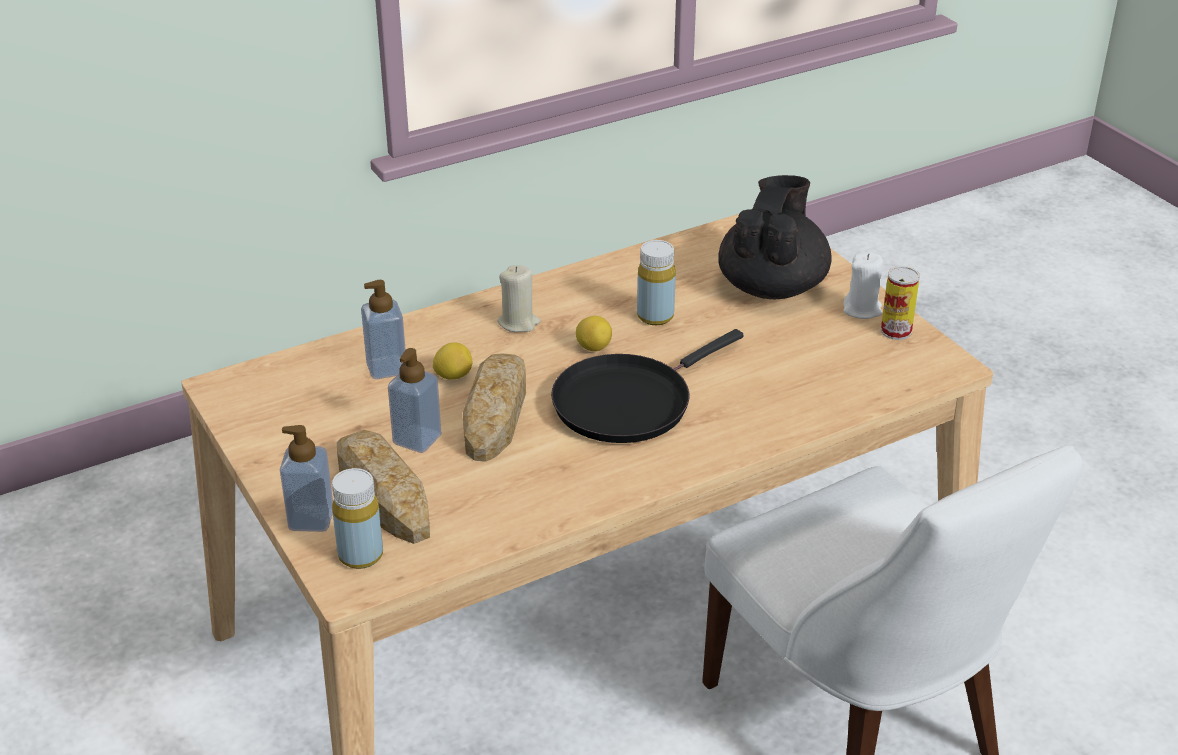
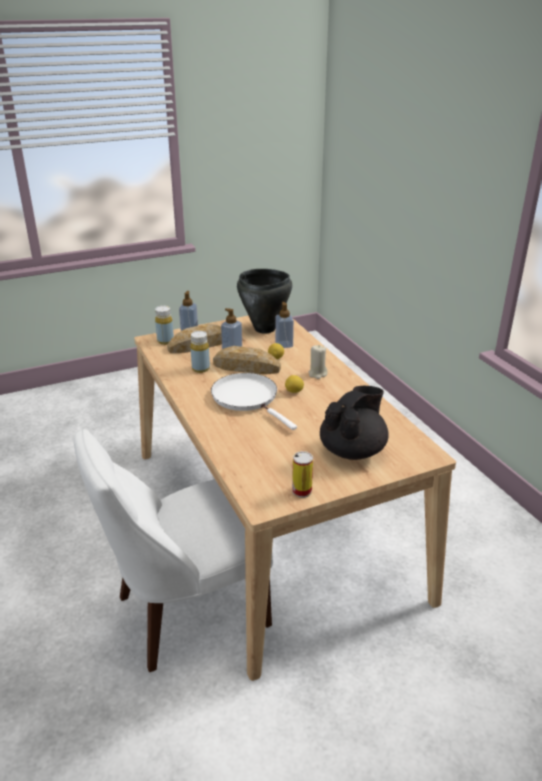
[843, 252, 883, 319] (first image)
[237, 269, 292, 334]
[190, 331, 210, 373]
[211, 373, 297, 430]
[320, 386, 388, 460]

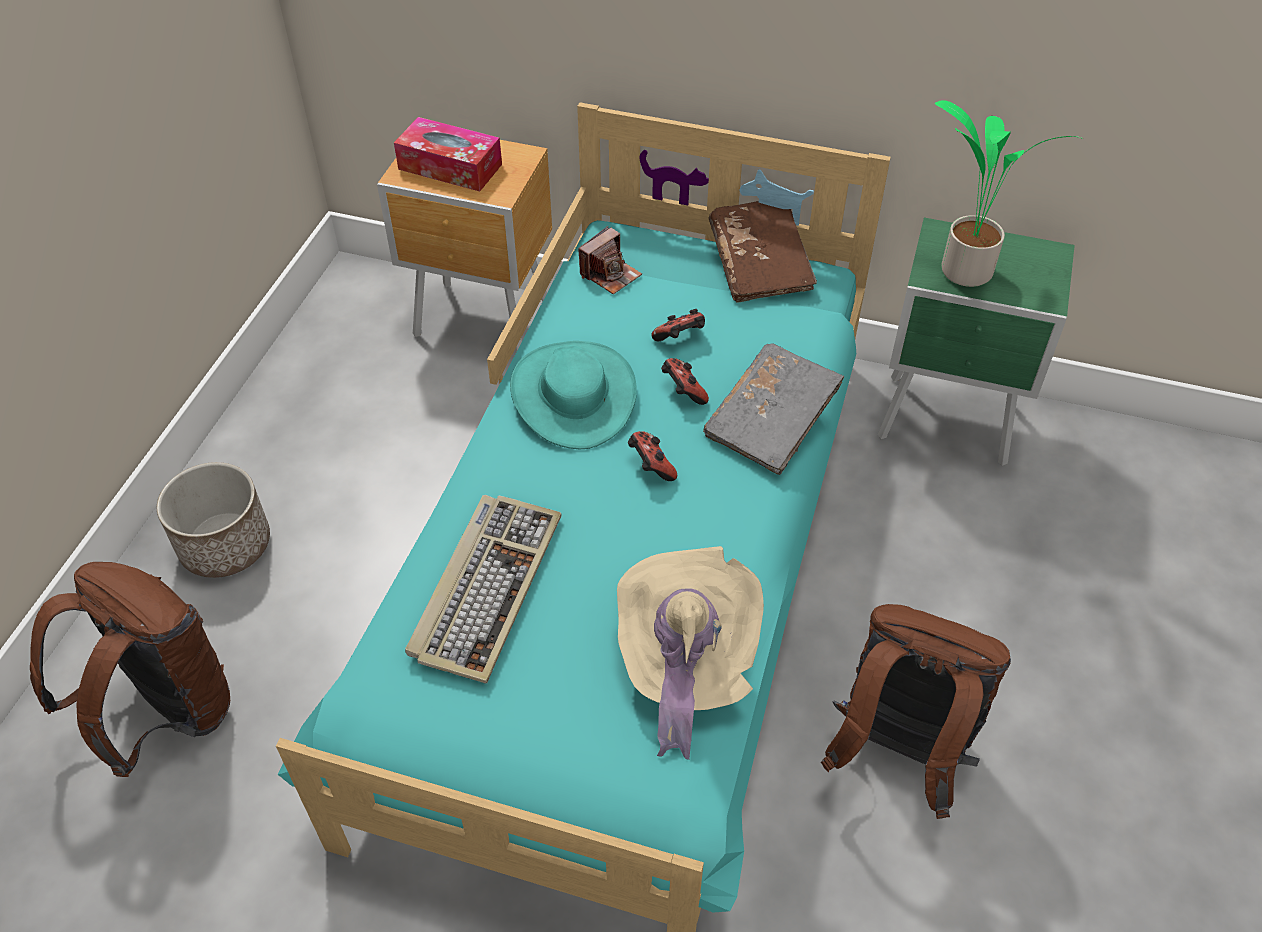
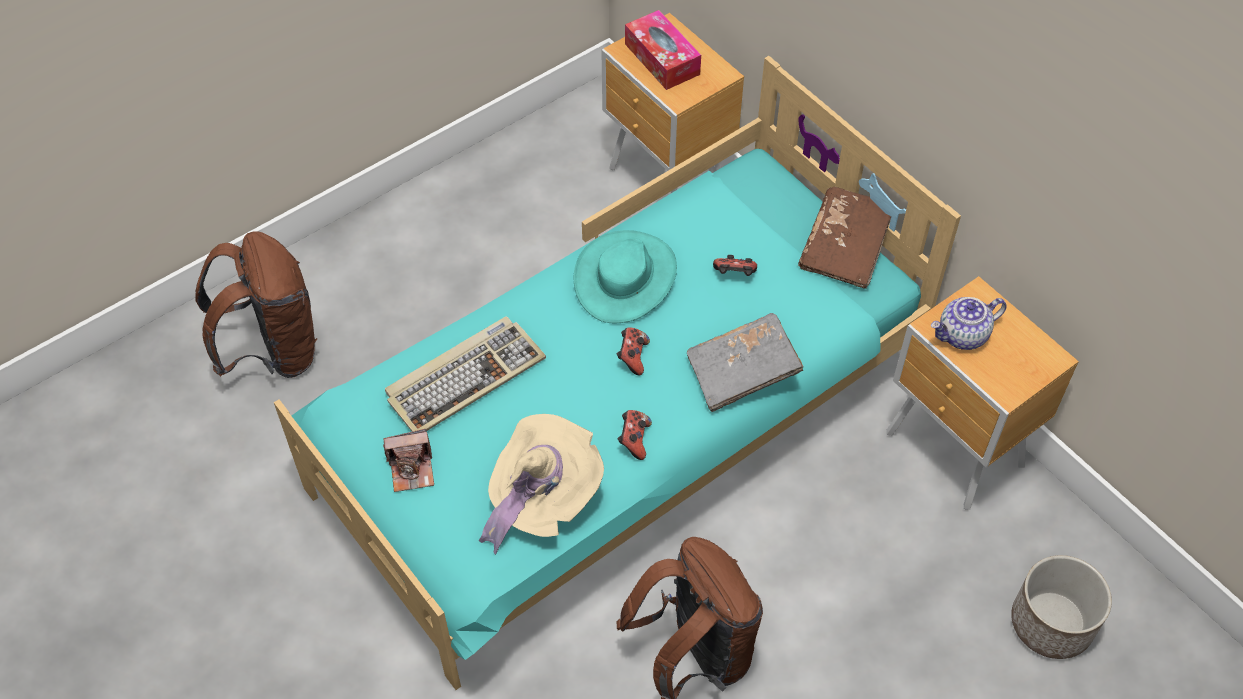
[1011, 555, 1112, 659]
[383, 429, 434, 492]
[618, 410, 652, 460]
[931, 297, 1007, 350]
[887, 276, 1079, 510]

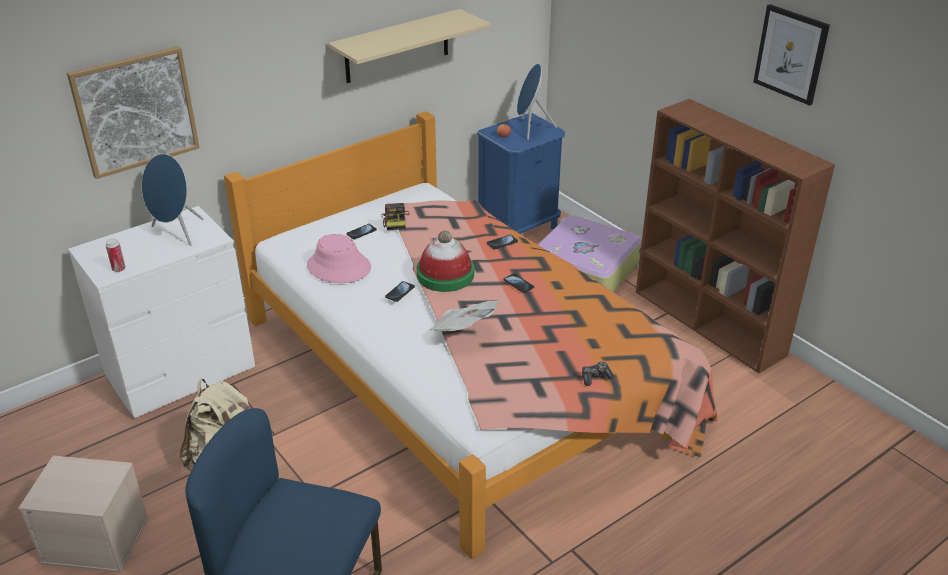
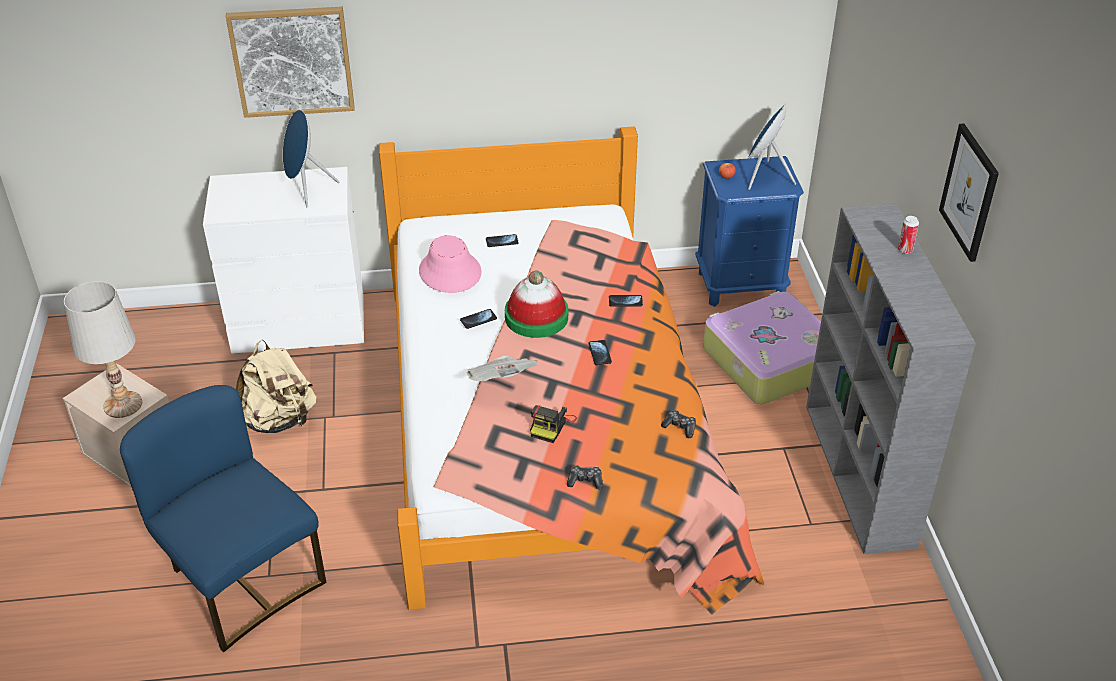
[328, 9, 491, 83] (first image)
[64, 281, 142, 418]
[661, 410, 696, 438]
[898, 216, 919, 254]
[530, 405, 577, 443]
[806, 203, 976, 554]

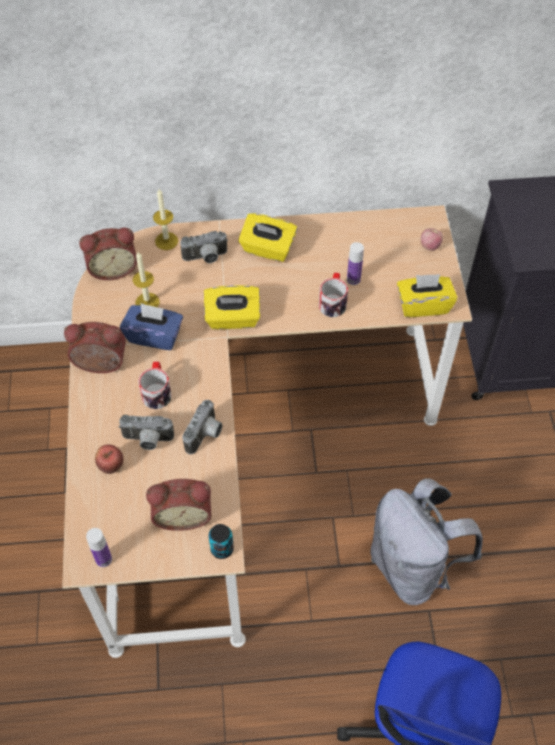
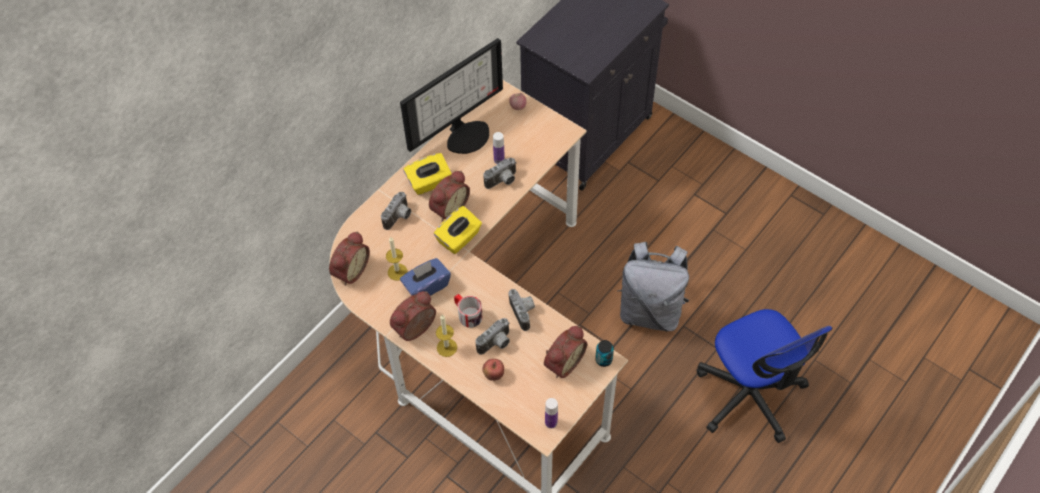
[397, 274, 457, 317] (first image)
[400, 38, 503, 154]
[429, 171, 470, 221]
[436, 315, 457, 357]
[483, 158, 517, 189]

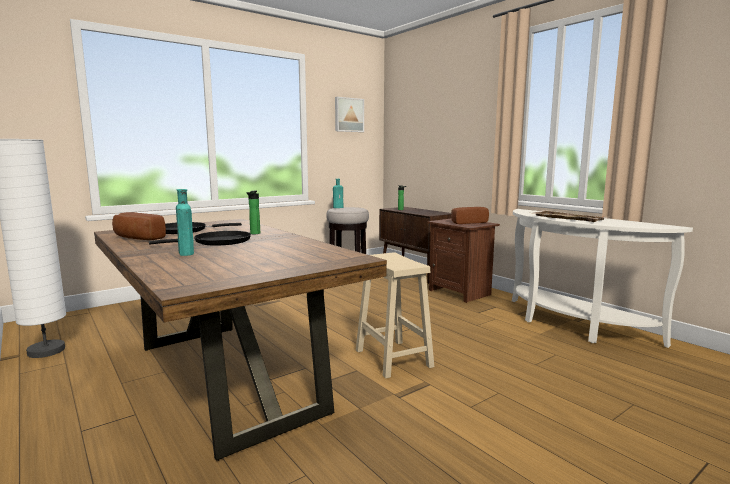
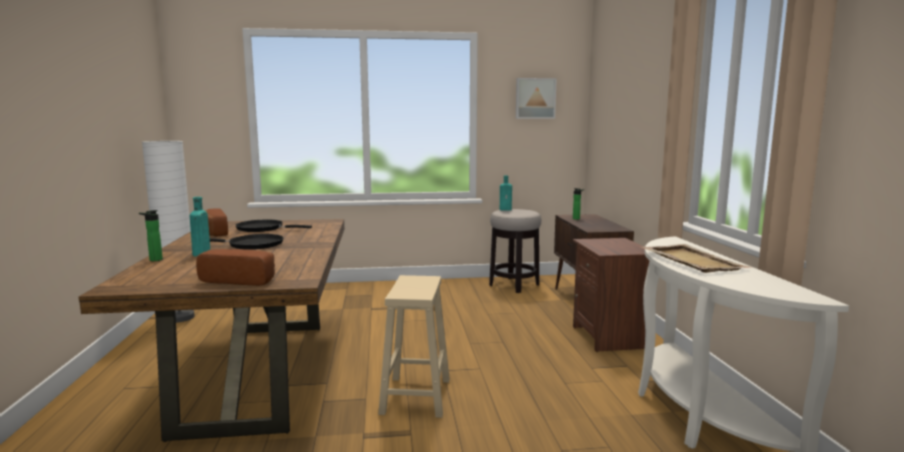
[139, 210, 163, 261]
[196, 249, 275, 286]

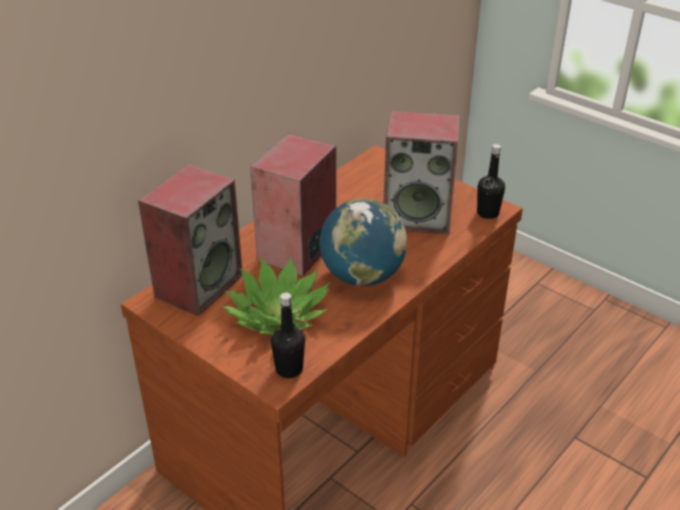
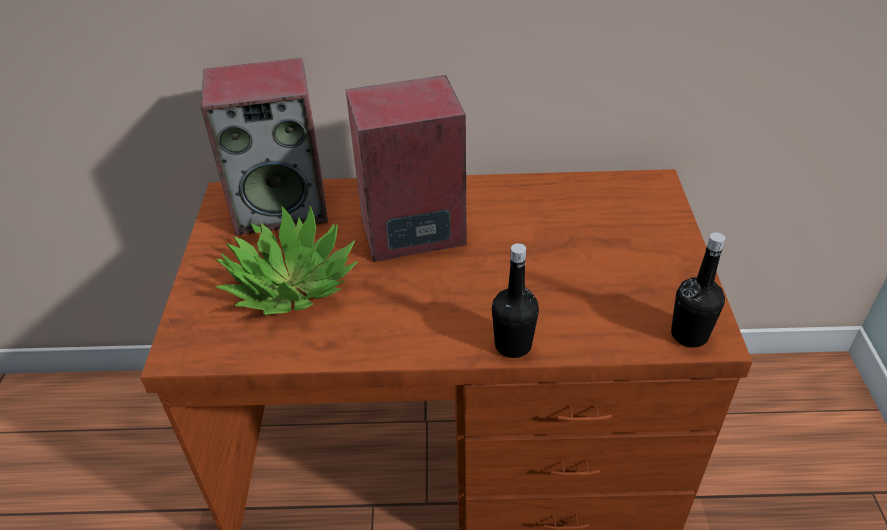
[319, 199, 407, 286] (first image)
[384, 111, 460, 234] (first image)
[492, 243, 539, 358]

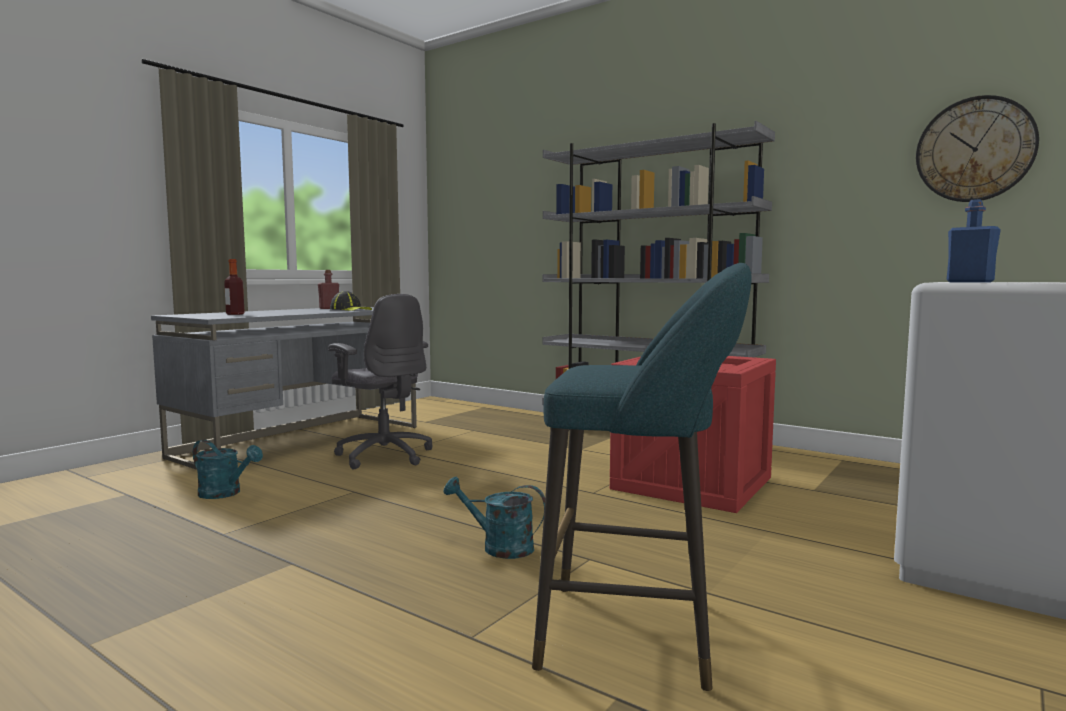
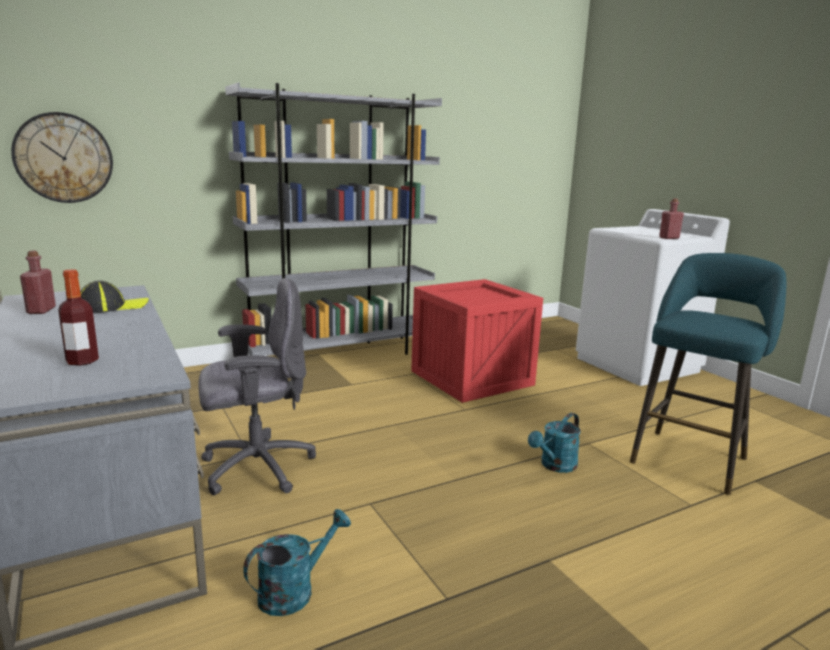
[11, 112, 113, 203]
[659, 198, 684, 239]

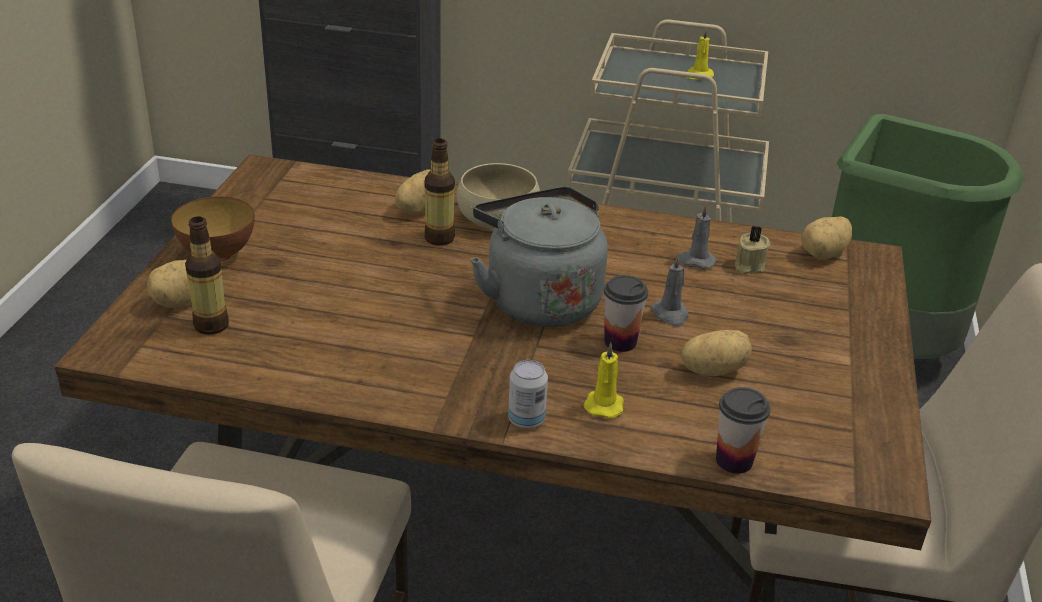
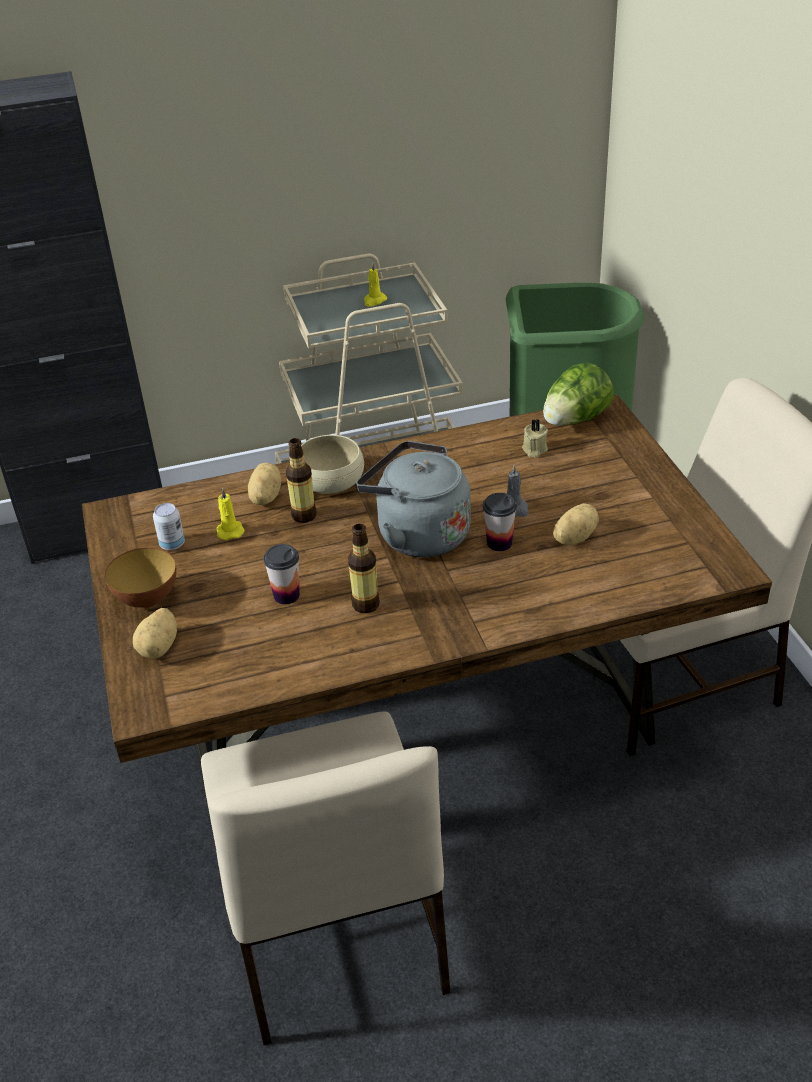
[675, 204, 716, 269] (first image)
[348, 524, 380, 613]
[153, 503, 185, 550]
[216, 487, 245, 540]
[263, 544, 300, 605]
[543, 362, 614, 426]

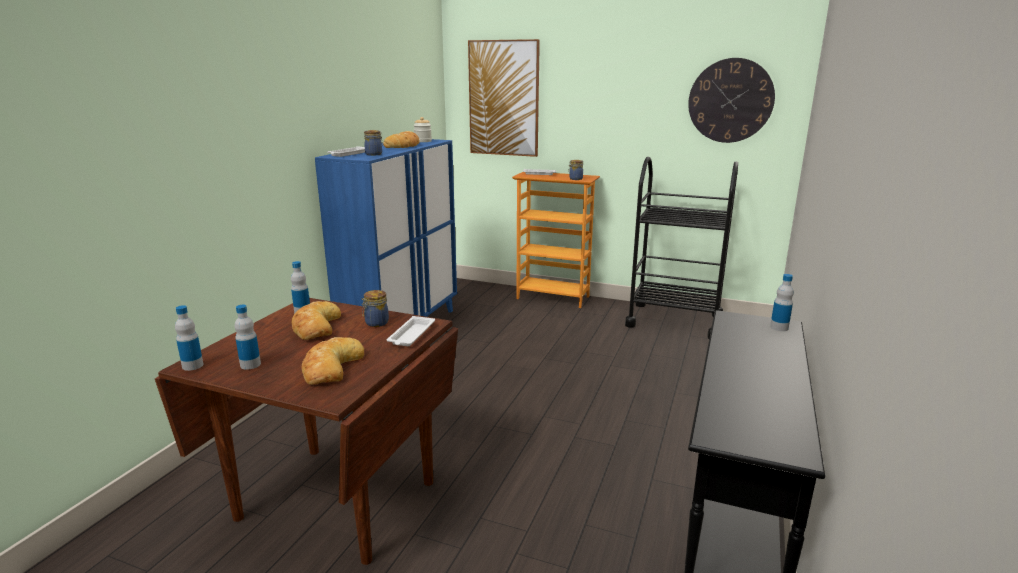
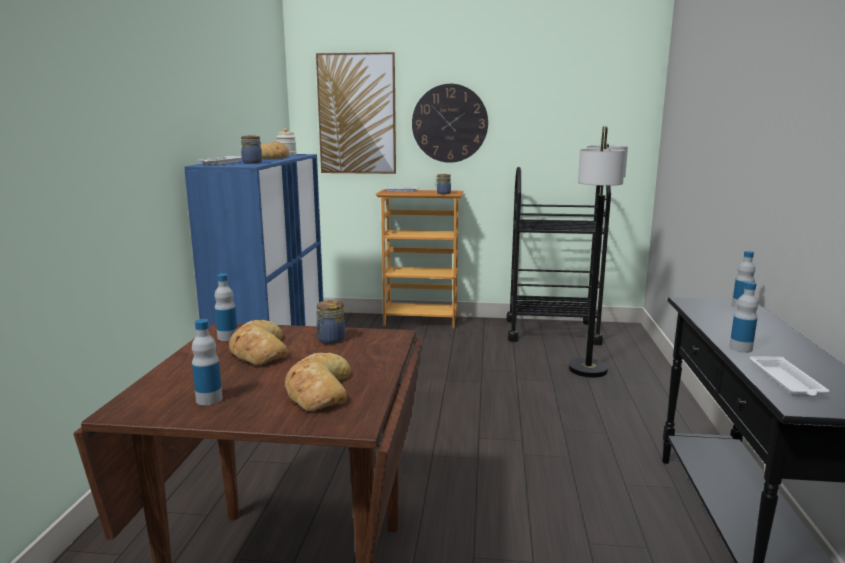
[569, 126, 628, 377]
[729, 281, 758, 353]
[750, 356, 830, 397]
[412, 84, 488, 163]

